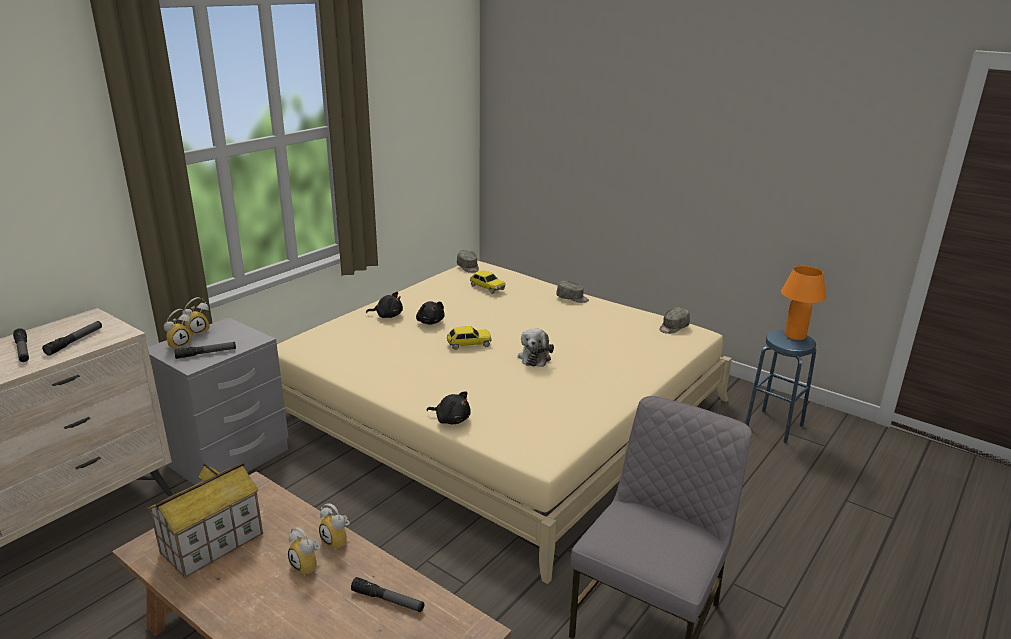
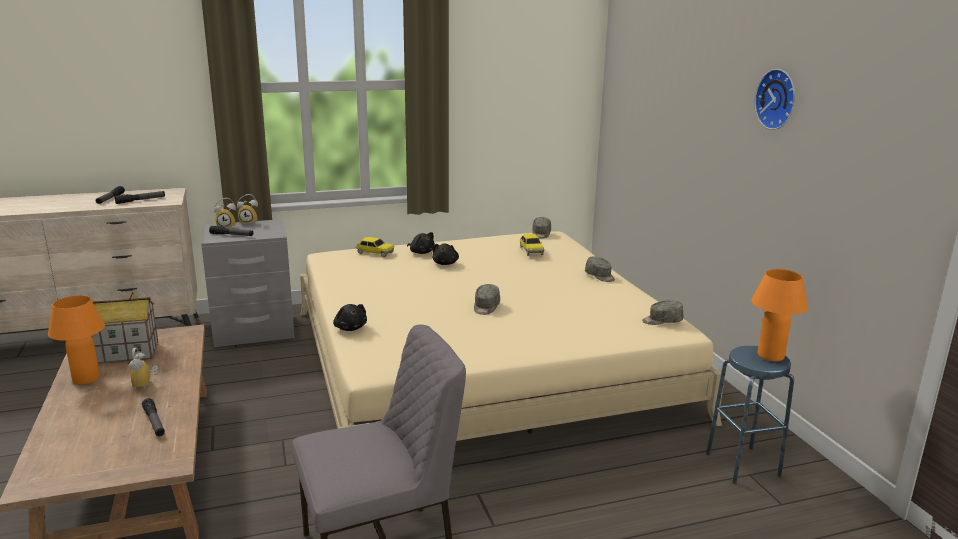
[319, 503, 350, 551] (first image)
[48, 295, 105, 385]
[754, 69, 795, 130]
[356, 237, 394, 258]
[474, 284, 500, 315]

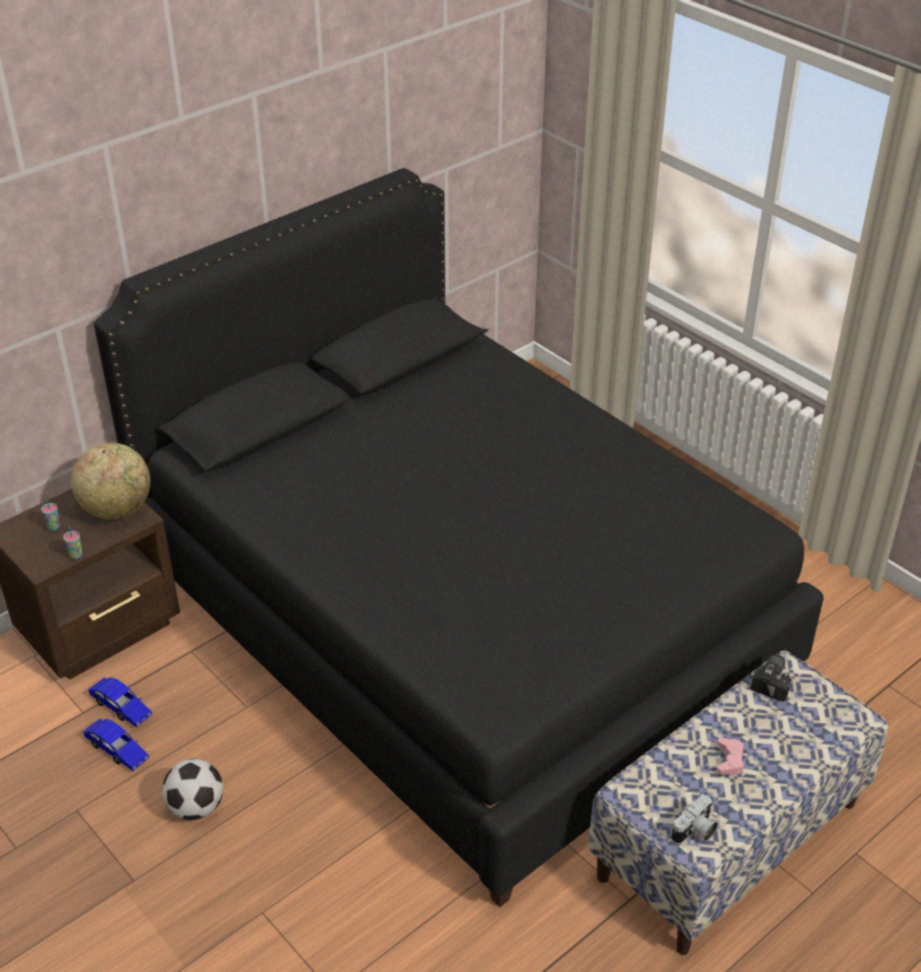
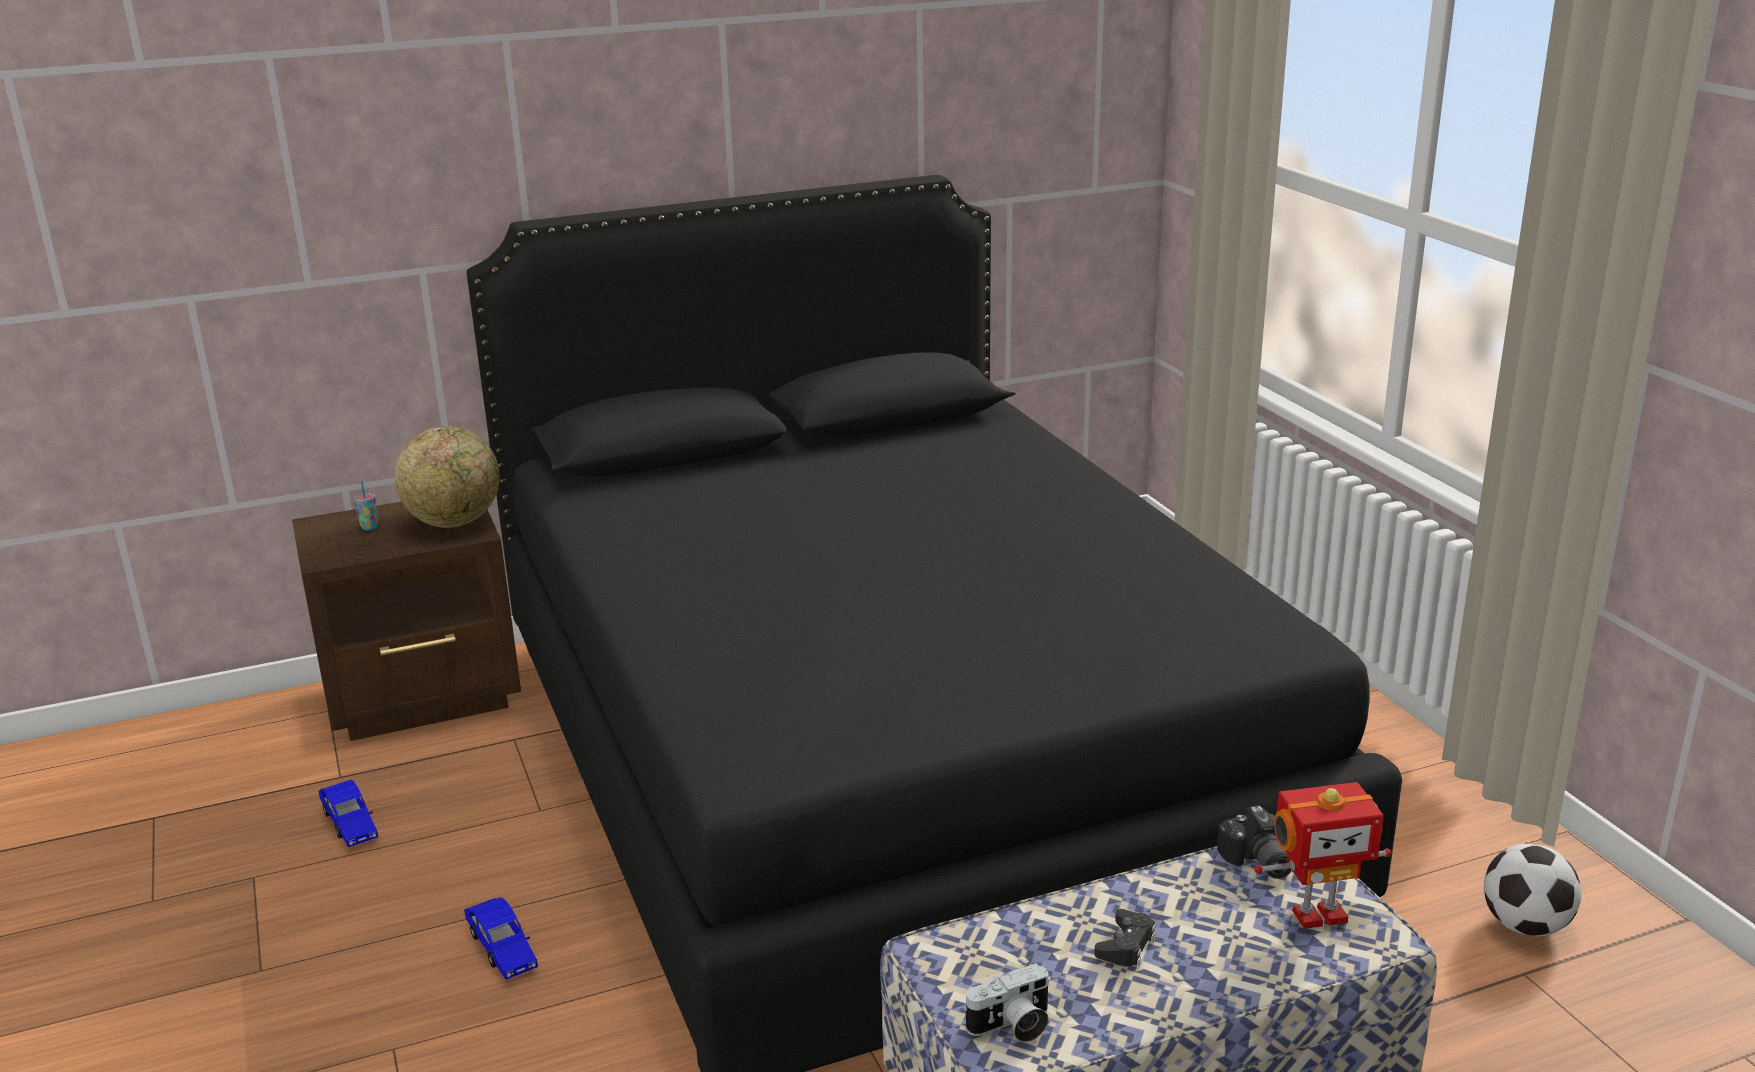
[63, 526, 82, 559] (first image)
[1255, 782, 1391, 929]
[464, 897, 538, 980]
[1484, 844, 1582, 936]
[1094, 909, 1156, 967]
[1217, 805, 1291, 879]

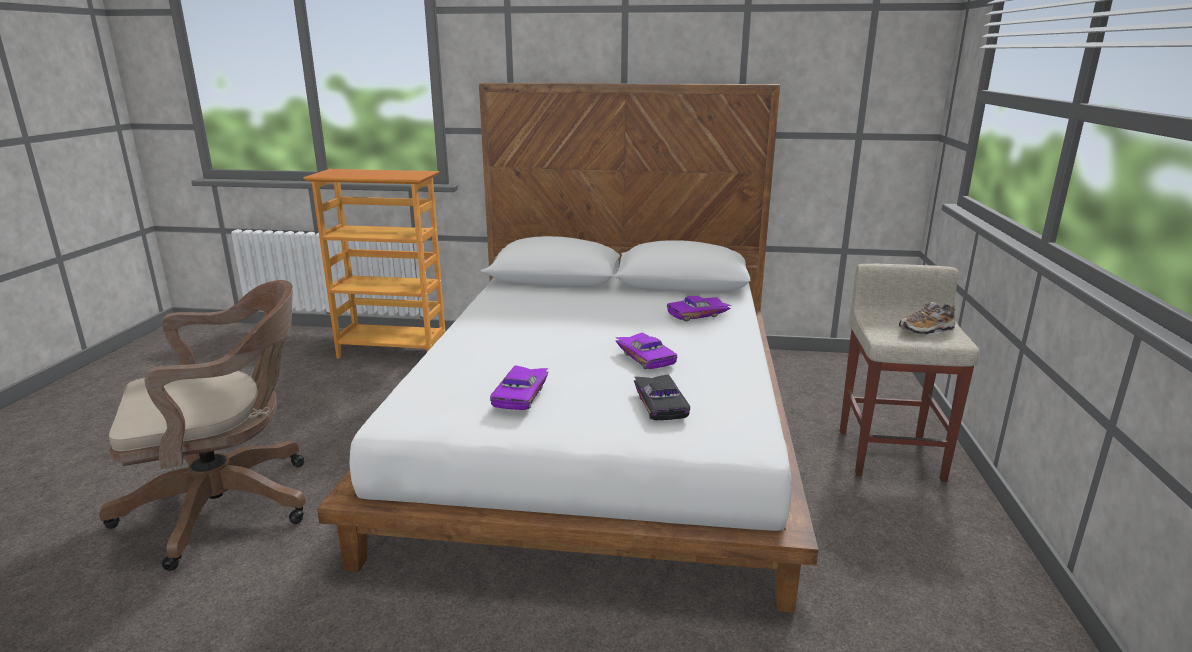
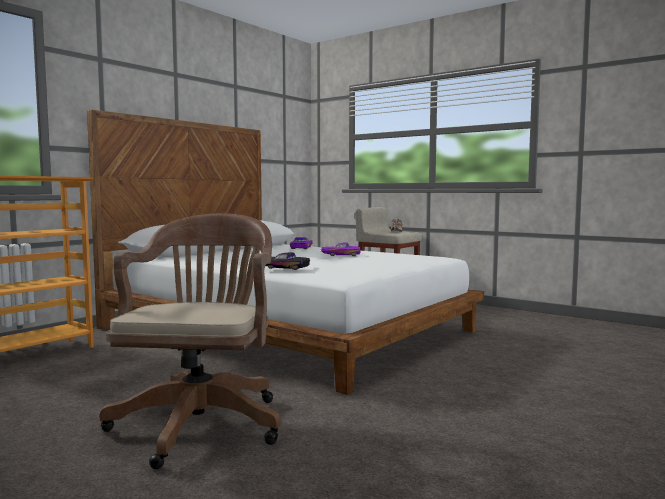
[490, 365, 549, 410] (first image)
[266, 252, 310, 270]

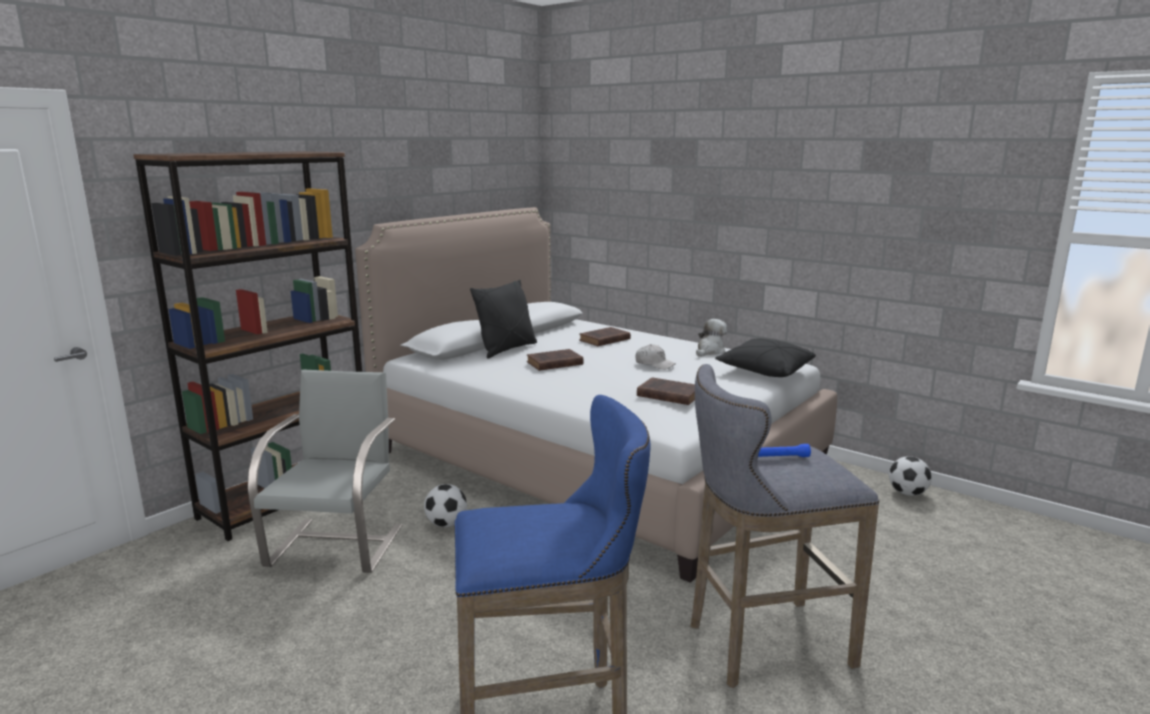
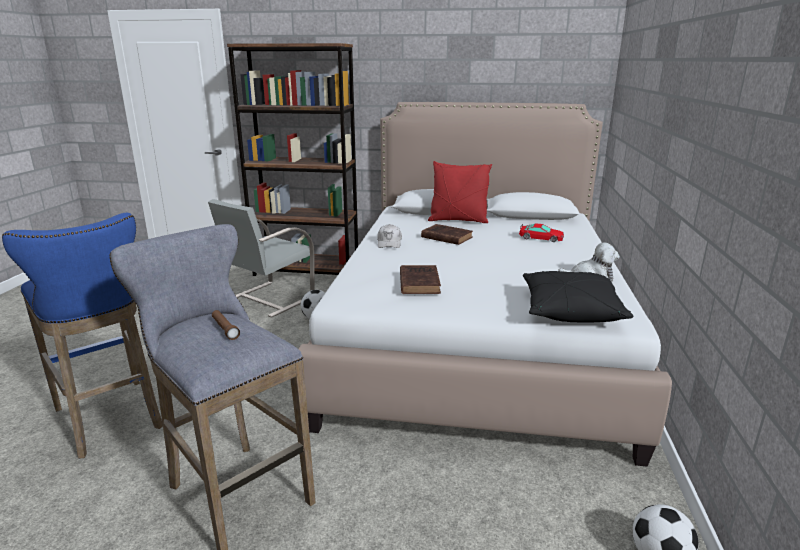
[377, 224, 402, 248]
[519, 224, 564, 242]
[428, 161, 492, 223]
[212, 310, 240, 340]
[208, 199, 315, 318]

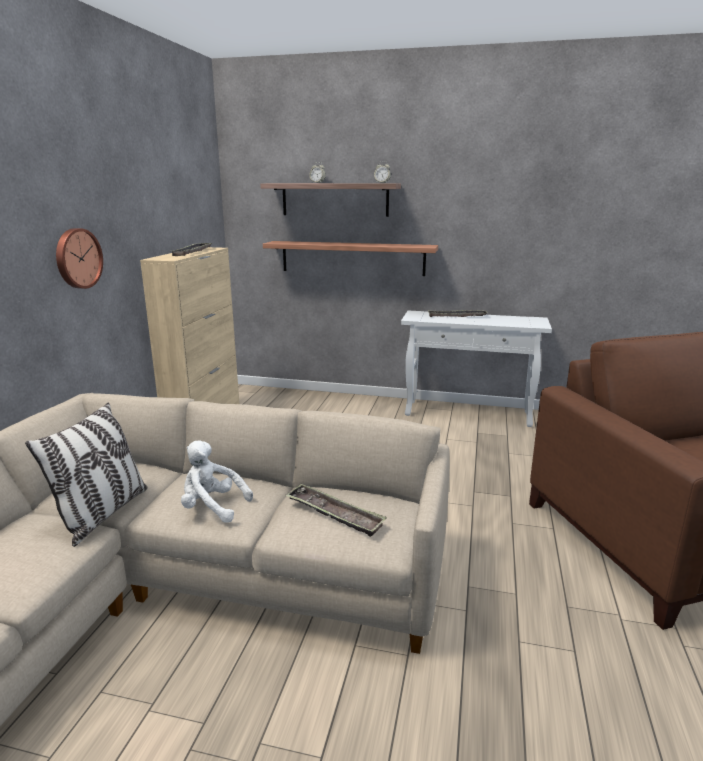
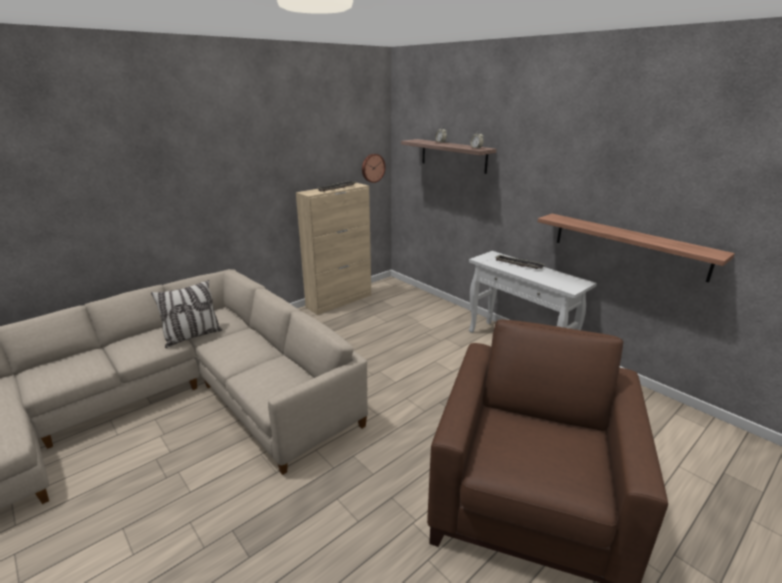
[181, 440, 253, 523] (first image)
[285, 484, 387, 537] (first image)
[362, 154, 386, 183]
[538, 214, 735, 282]

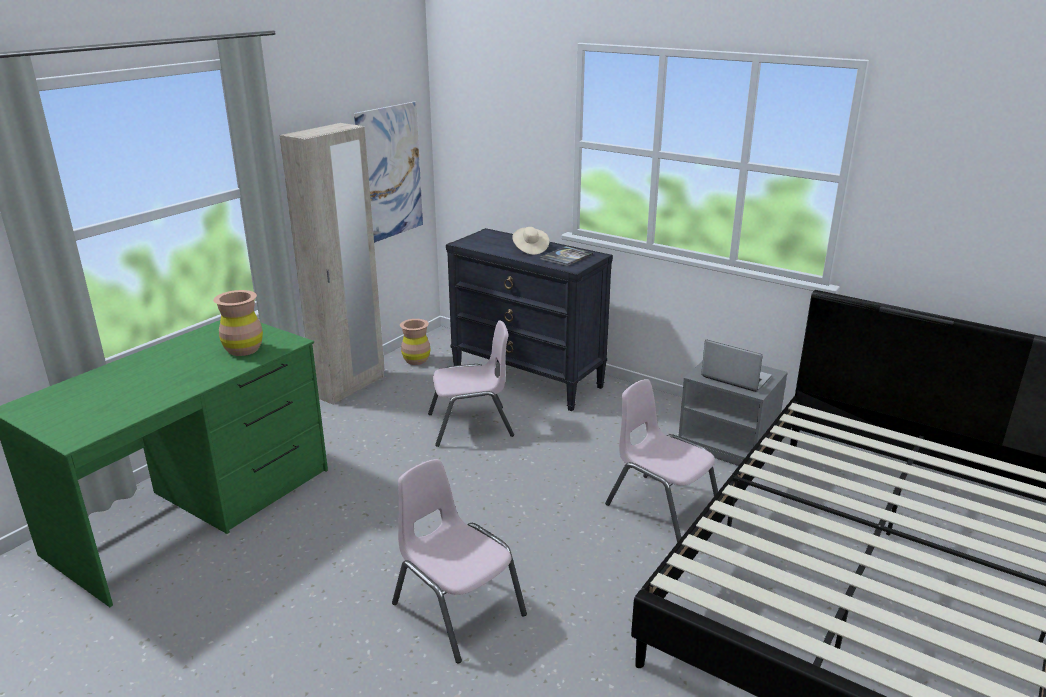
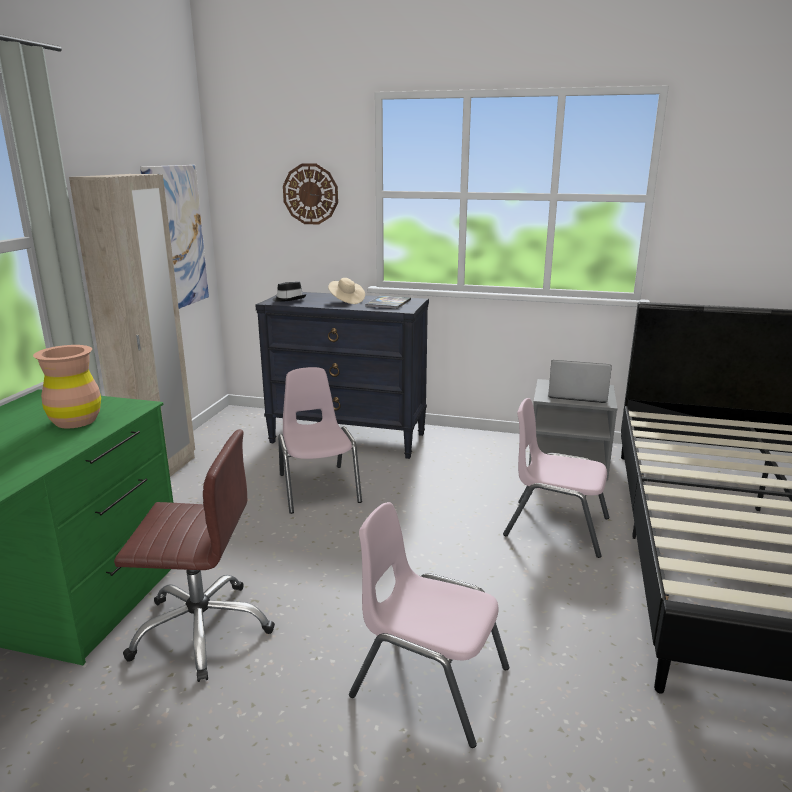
[400, 319, 431, 365] (first image)
[114, 429, 275, 682]
[272, 282, 306, 302]
[283, 164, 338, 225]
[278, 367, 362, 514]

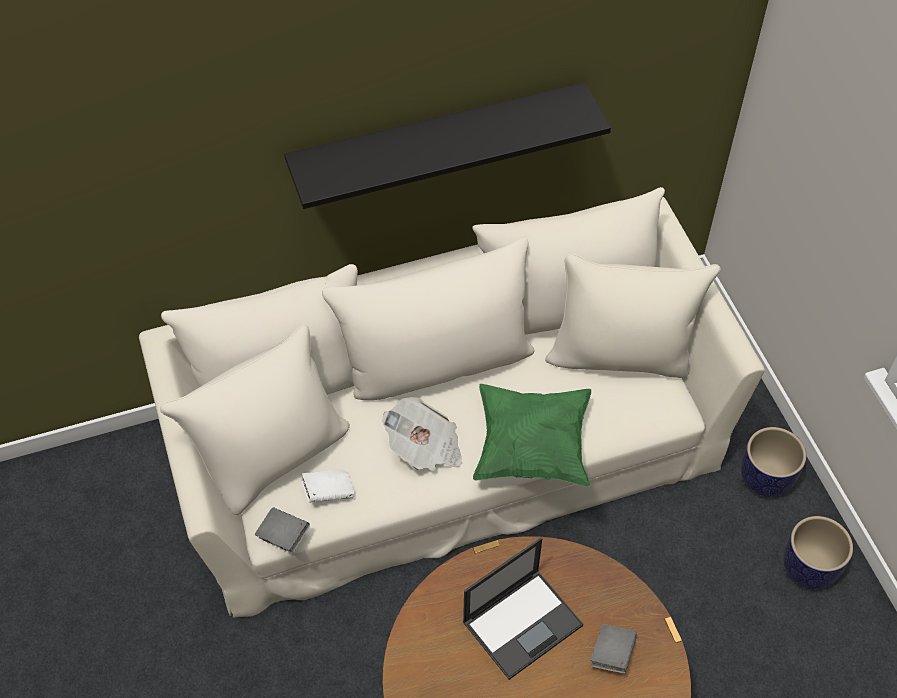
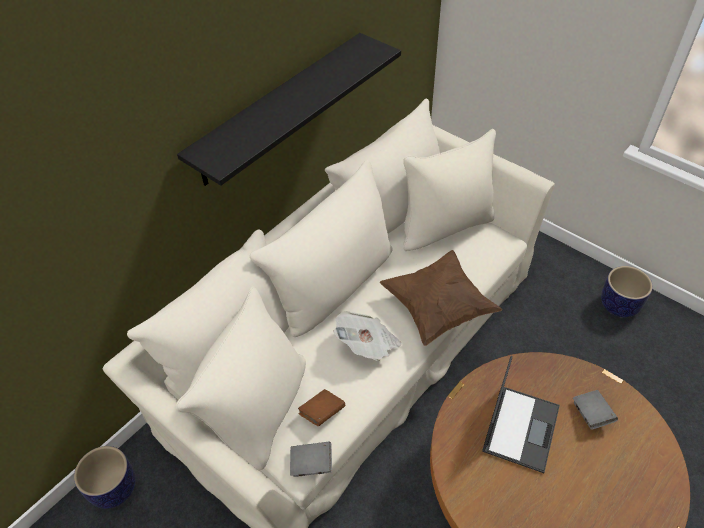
[74, 446, 136, 509]
[298, 389, 345, 426]
[380, 250, 502, 346]

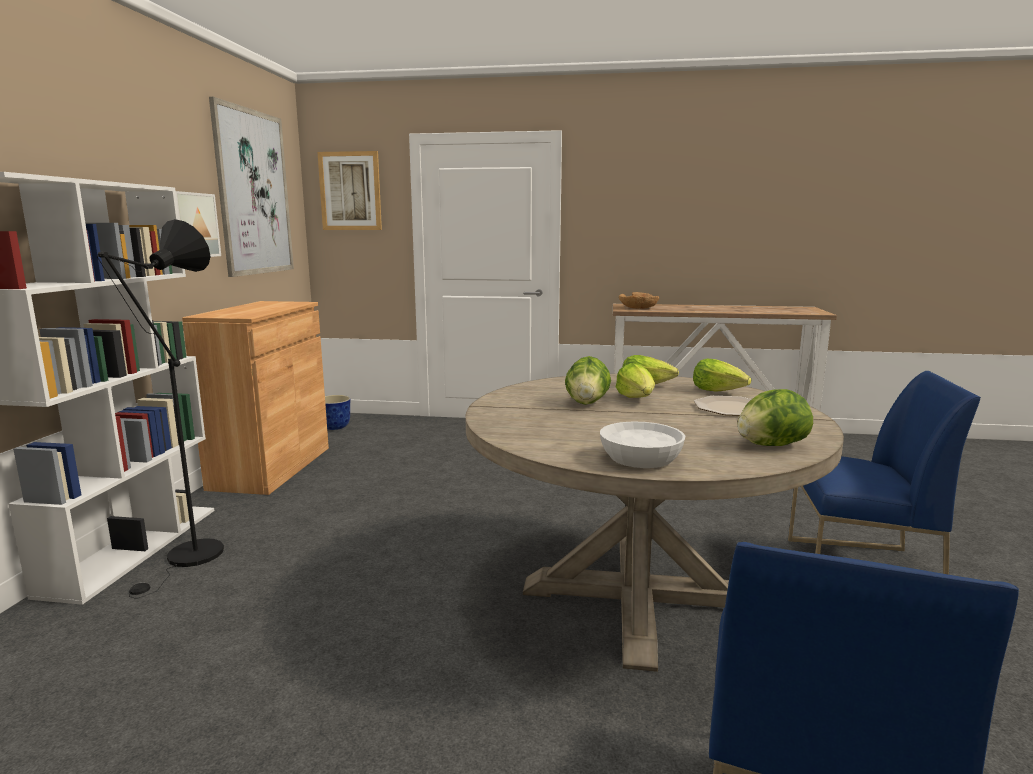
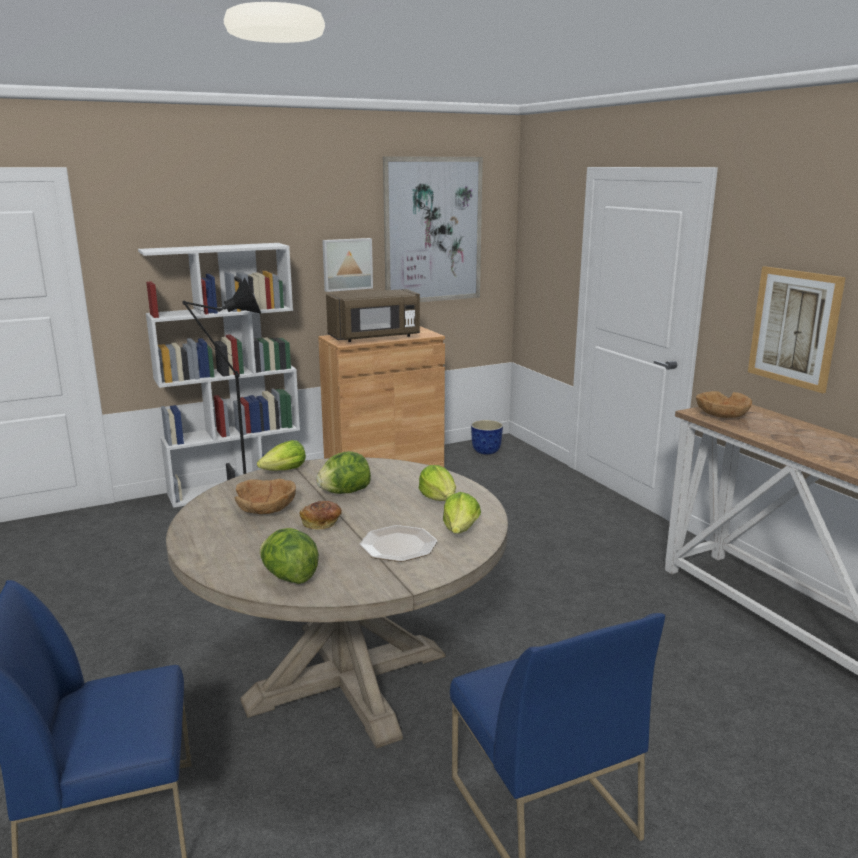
[600, 421, 685, 468] (first image)
[235, 479, 296, 514]
[300, 501, 342, 530]
[326, 289, 420, 342]
[748, 266, 846, 393]
[257, 440, 306, 471]

